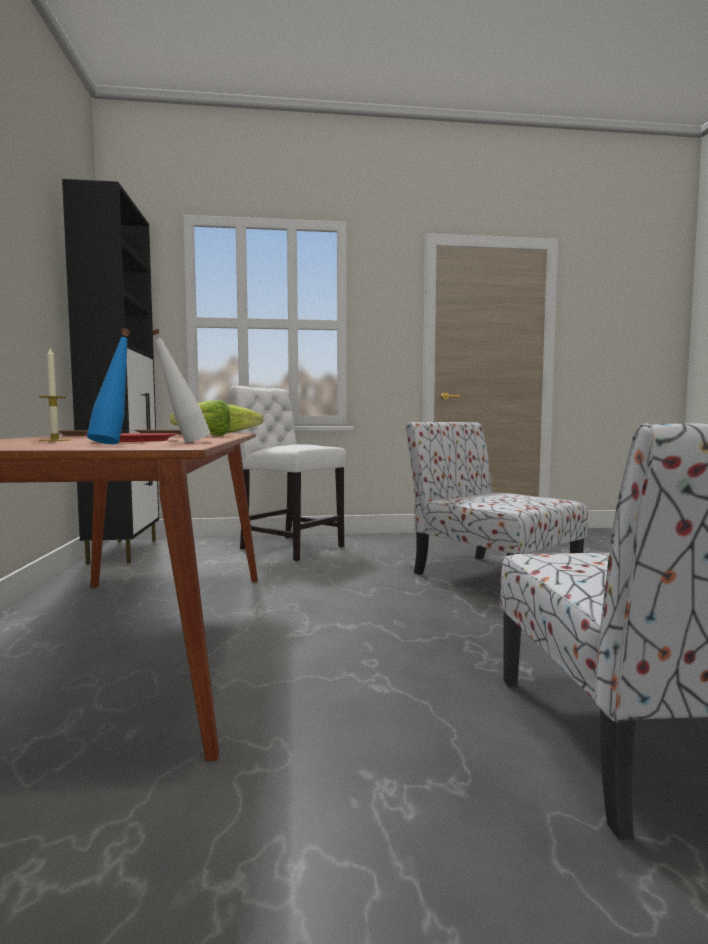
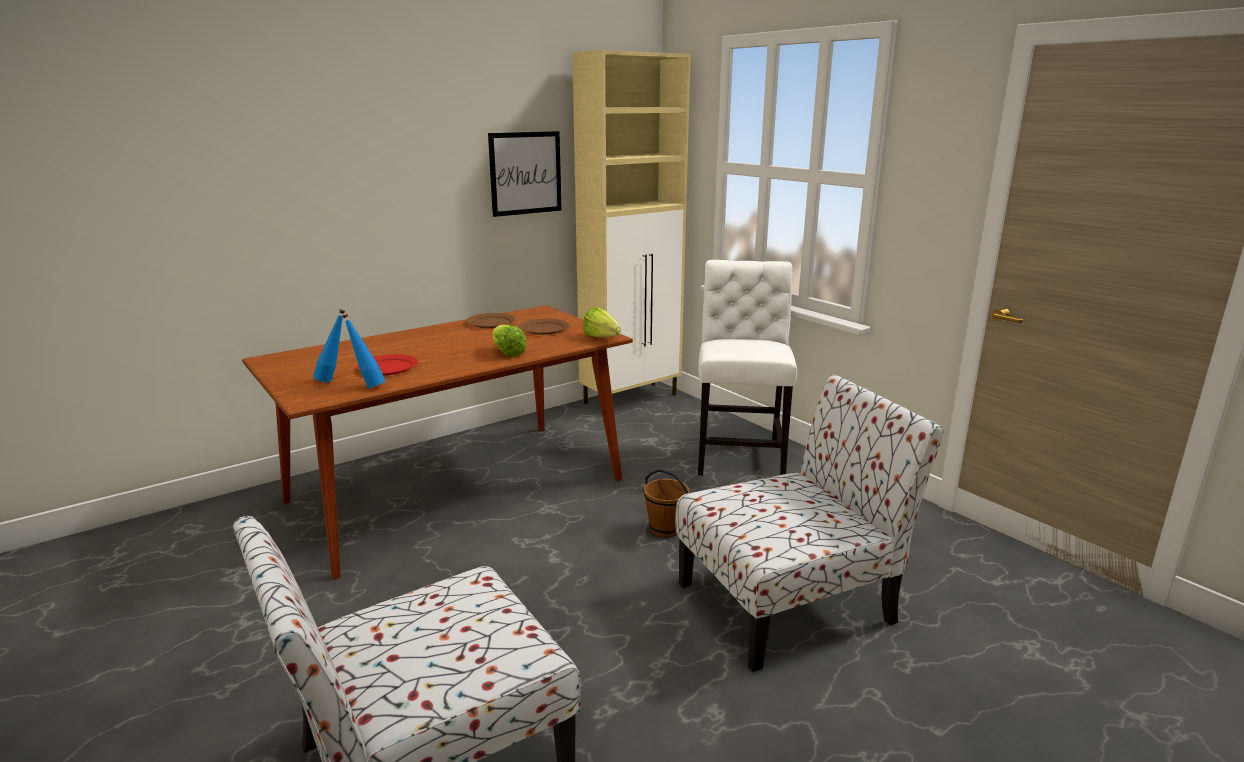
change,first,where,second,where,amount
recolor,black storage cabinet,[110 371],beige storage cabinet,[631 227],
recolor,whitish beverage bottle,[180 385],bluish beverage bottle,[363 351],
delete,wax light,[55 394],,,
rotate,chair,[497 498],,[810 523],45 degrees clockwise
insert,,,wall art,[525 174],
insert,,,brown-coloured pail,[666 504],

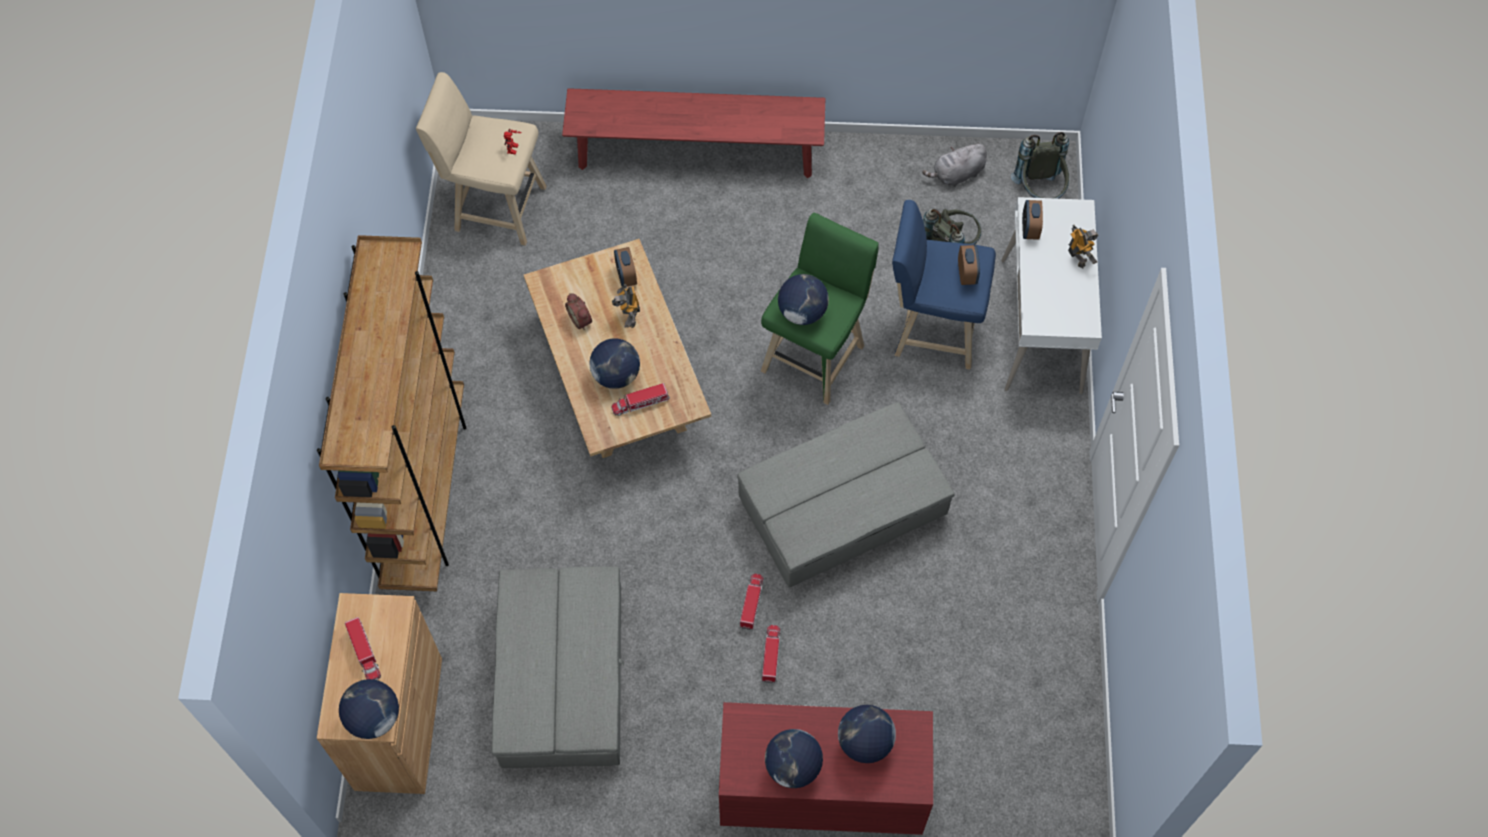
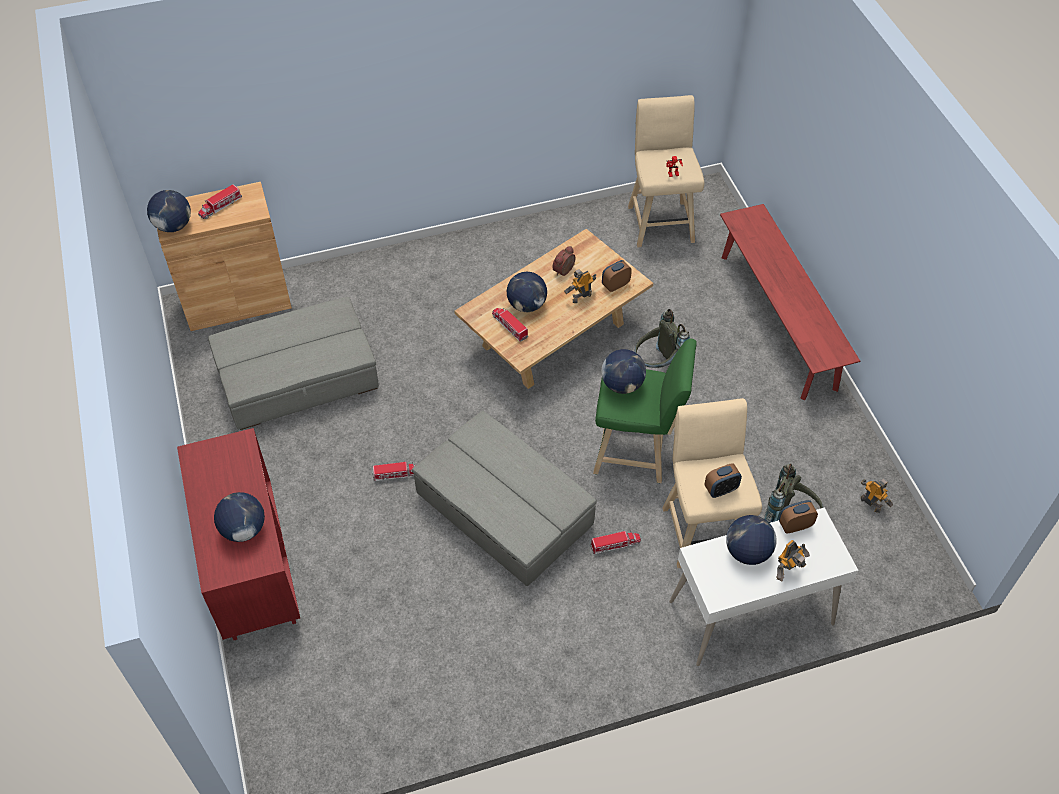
change,first,where,second,where,amount
move,grey backpack,[1040 165],,[662 338],
replace,grey cuddly toy,[954 164],toy robot,[877 496],
recolor,bluish stool,[944 285],beige stool,[712 483],
delete,brown-coloured shelving unit,[391 413],,,
move,toy truck,[771 654],,[615 542],
move,globe,[794 758],,[751 540],

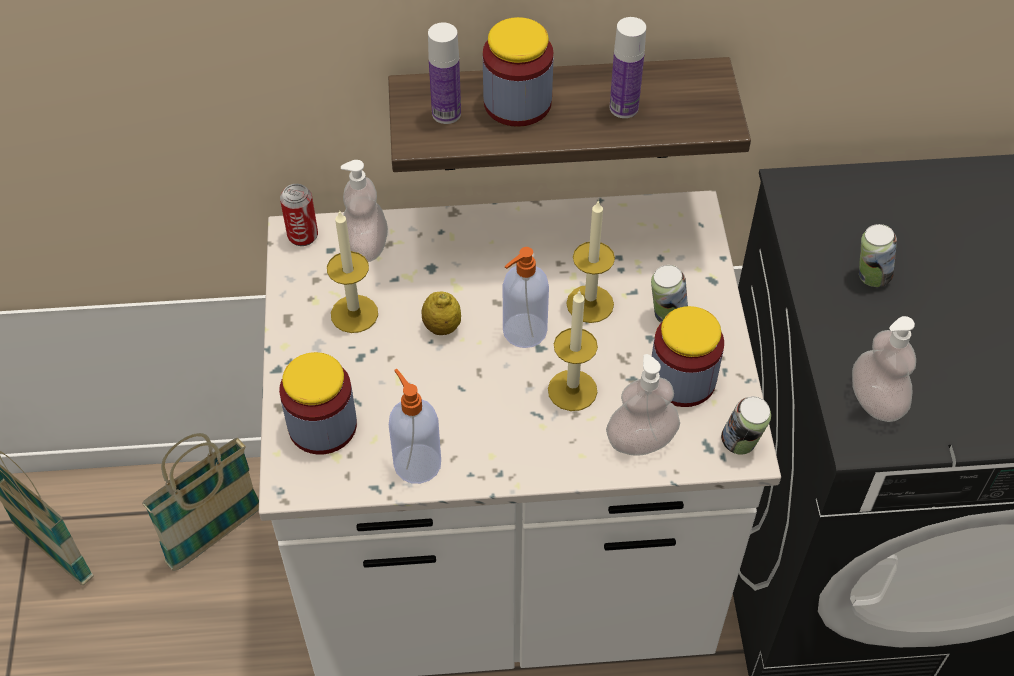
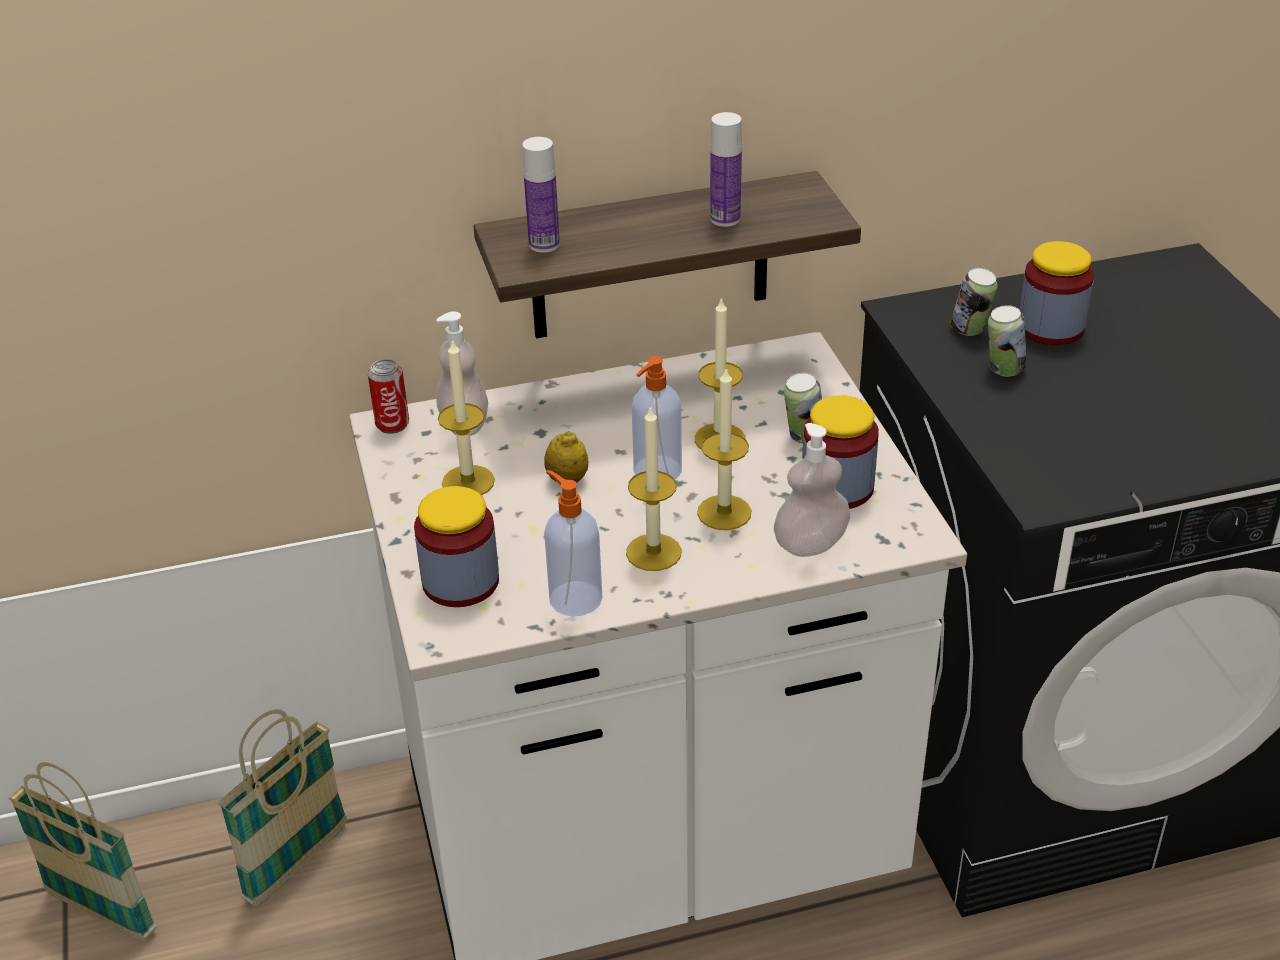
change,first,where,second,where,amount
move,preserve jar,[518 72],,[1056 293],
delete,liquid soap bottle,[884 369],,,
move,sealed can,[746 425],,[974 302],
insert,,,wax light,[654 488],

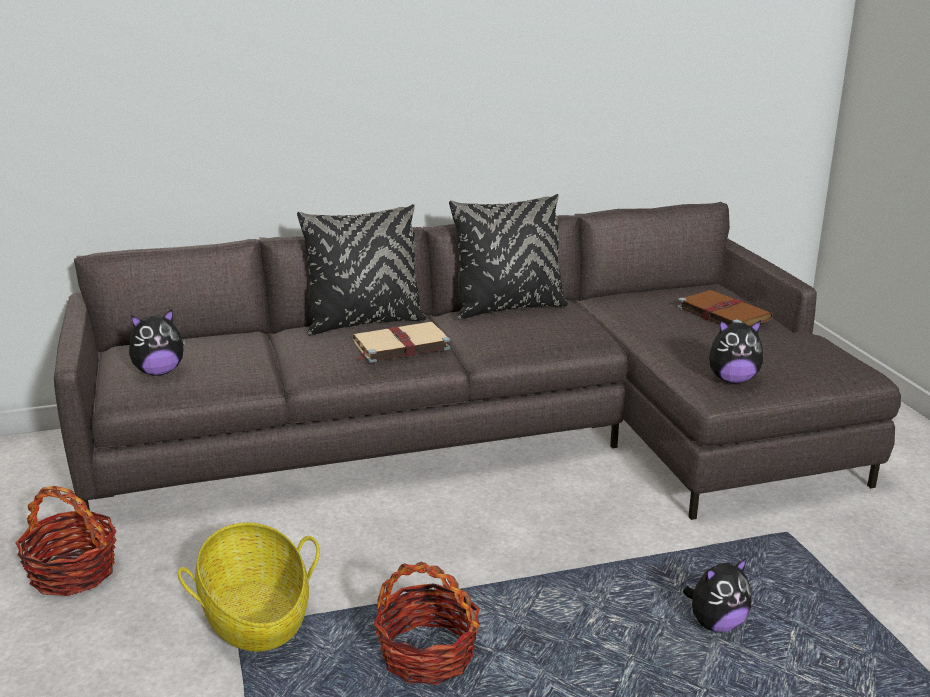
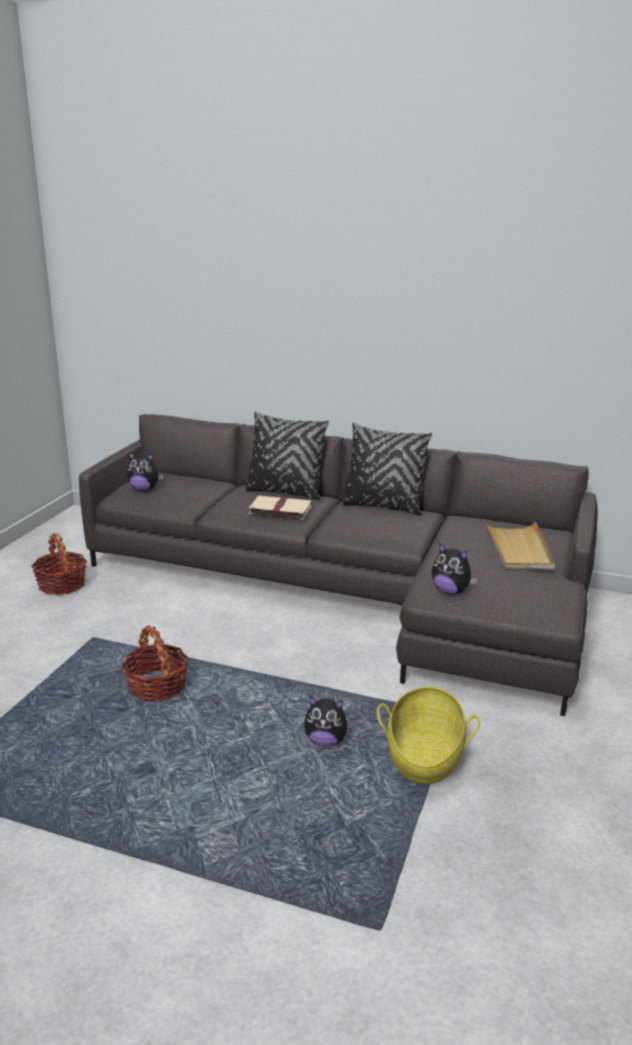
change,first,where,second,where,amount
replace,brown-coloured volume,[725 308],beige carrying tray,[520 545],
move,basket,[249 587],,[428 735],

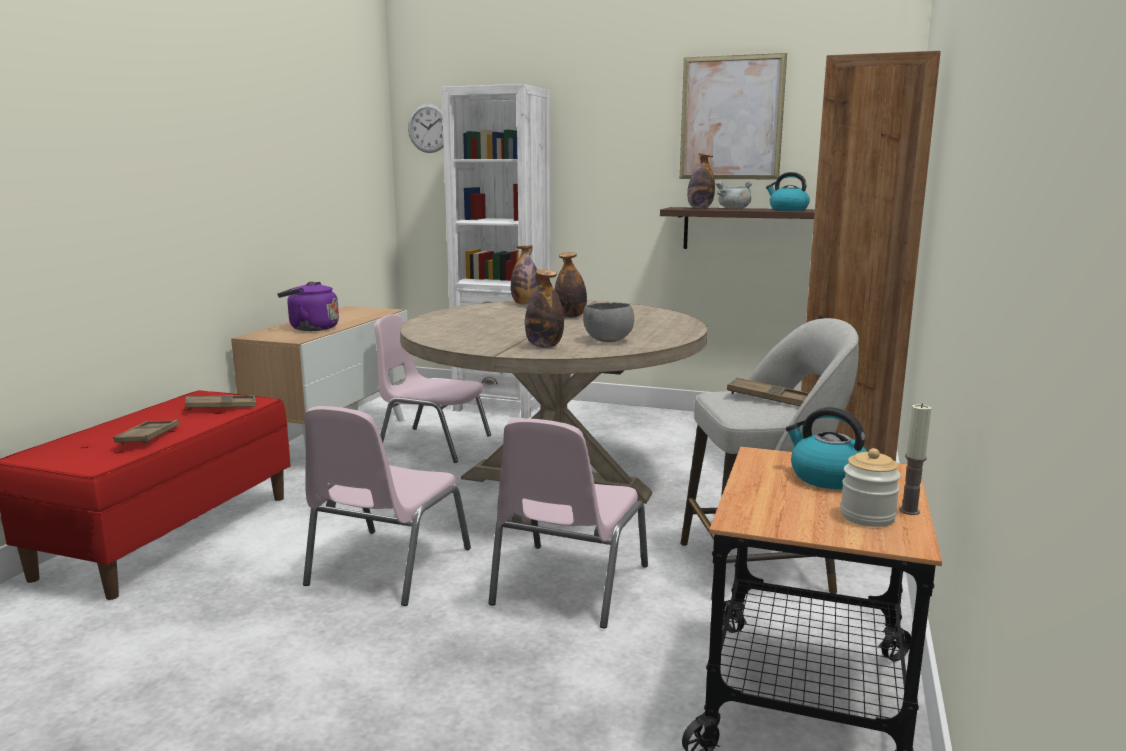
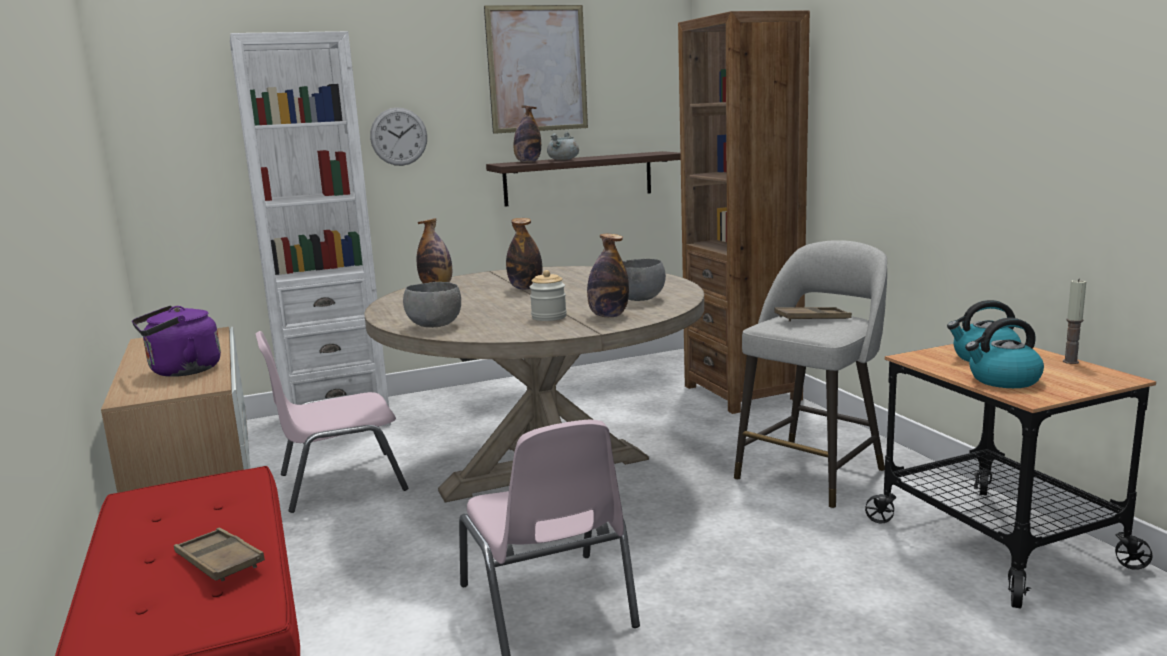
change,first,where,second,where,amount
move,hanging clock,[426 128],,[398 137],
move,tea kettle,[788 191],,[1004 353],
delete,brown-coloured carrying tray,[220 402],,,
delete,pink-coloured chair,[568 523],,,
move,preserve jar,[870 487],,[548 295],
insert,,,grey deep dish,[432 305],

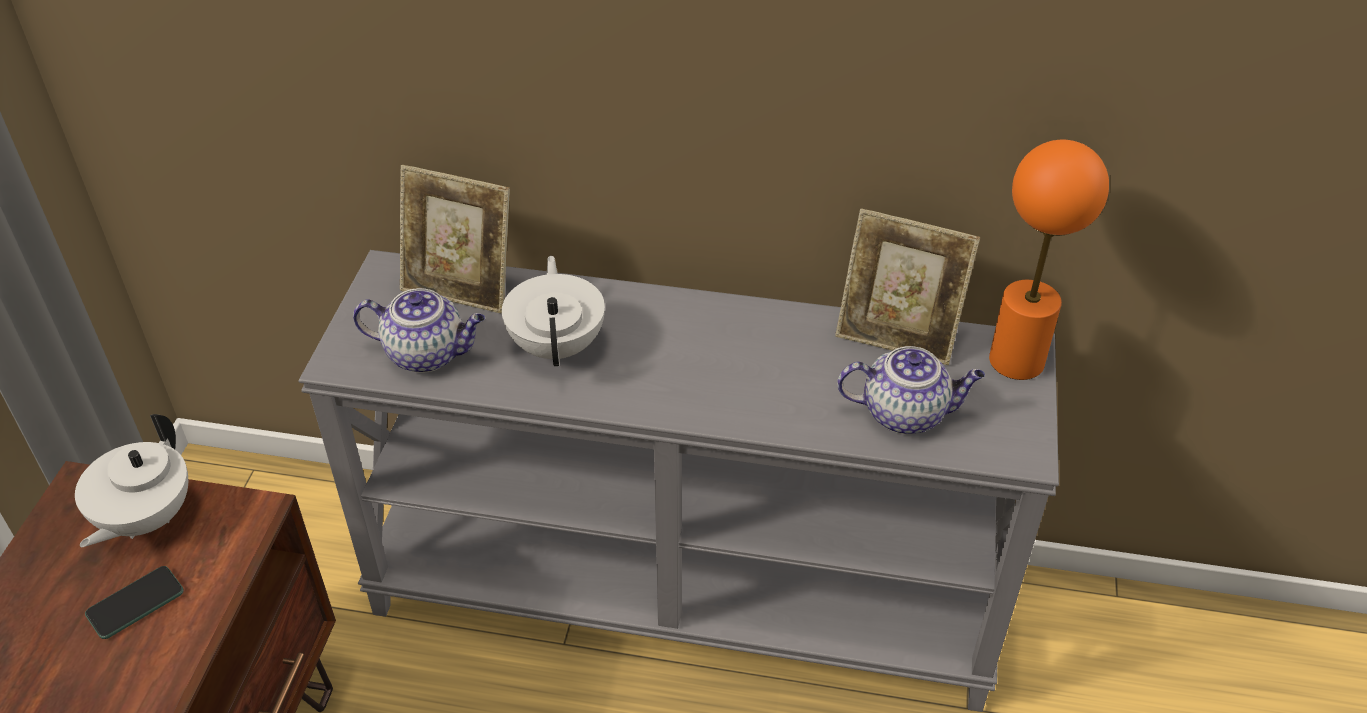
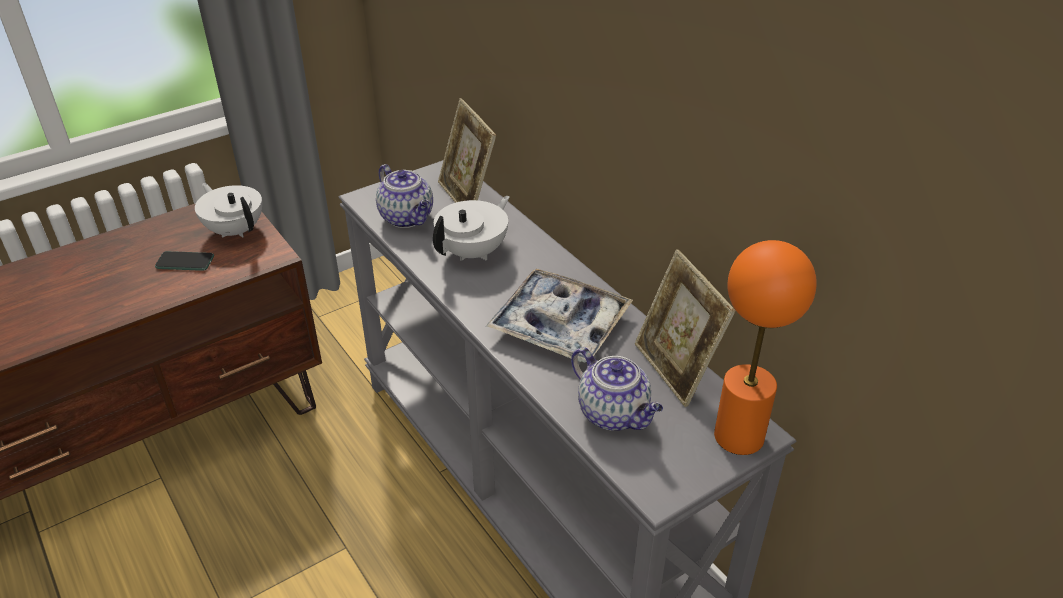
change,first,where,second,where,amount
rotate,whitish tea pot,[131 480],,[228 210],75 degrees clockwise
insert,,,carrying tray,[559 316],

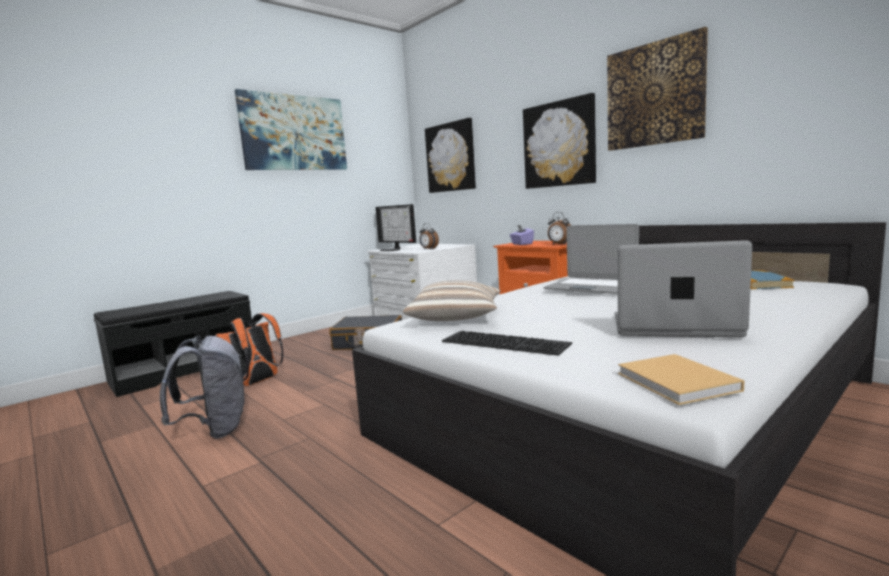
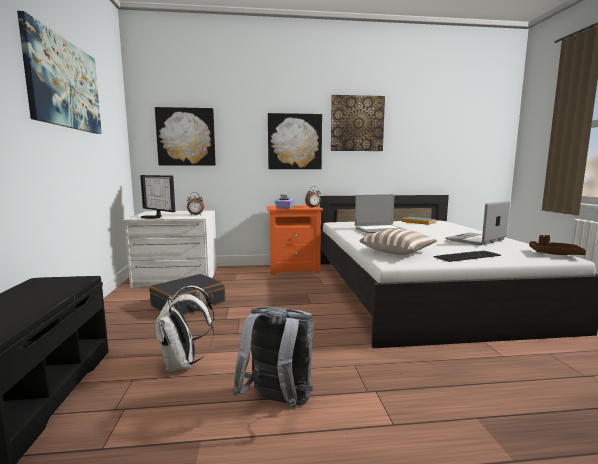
change,first,where,second,where,amount
rotate,monitor,[396 227],,[157 197],45 degrees clockwise
recolor,orange-coloured backpack,[249 349],whitish backpack,[185 329],
replace,beige volume,[681 379],brown-coloured carrying tray,[557 245],

